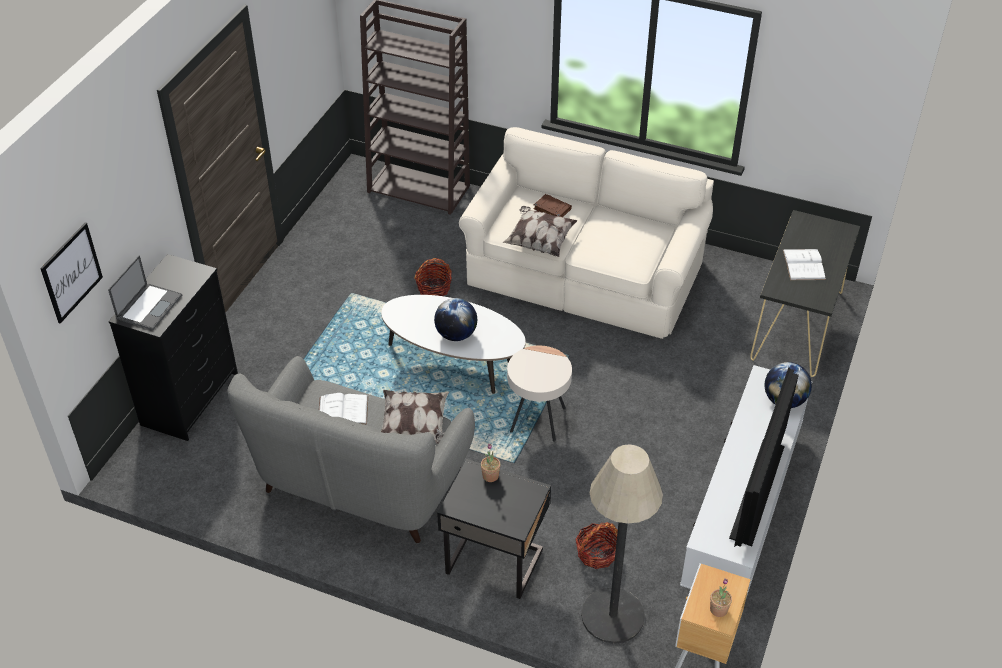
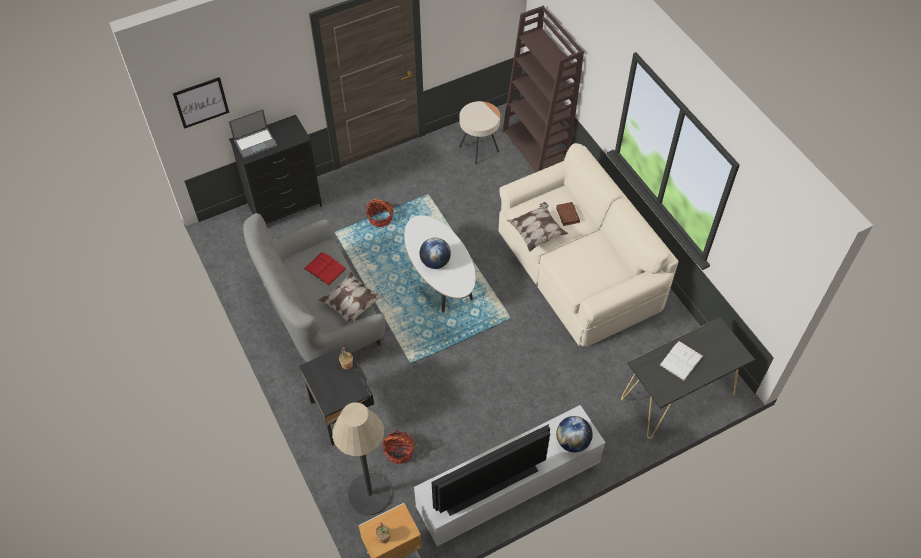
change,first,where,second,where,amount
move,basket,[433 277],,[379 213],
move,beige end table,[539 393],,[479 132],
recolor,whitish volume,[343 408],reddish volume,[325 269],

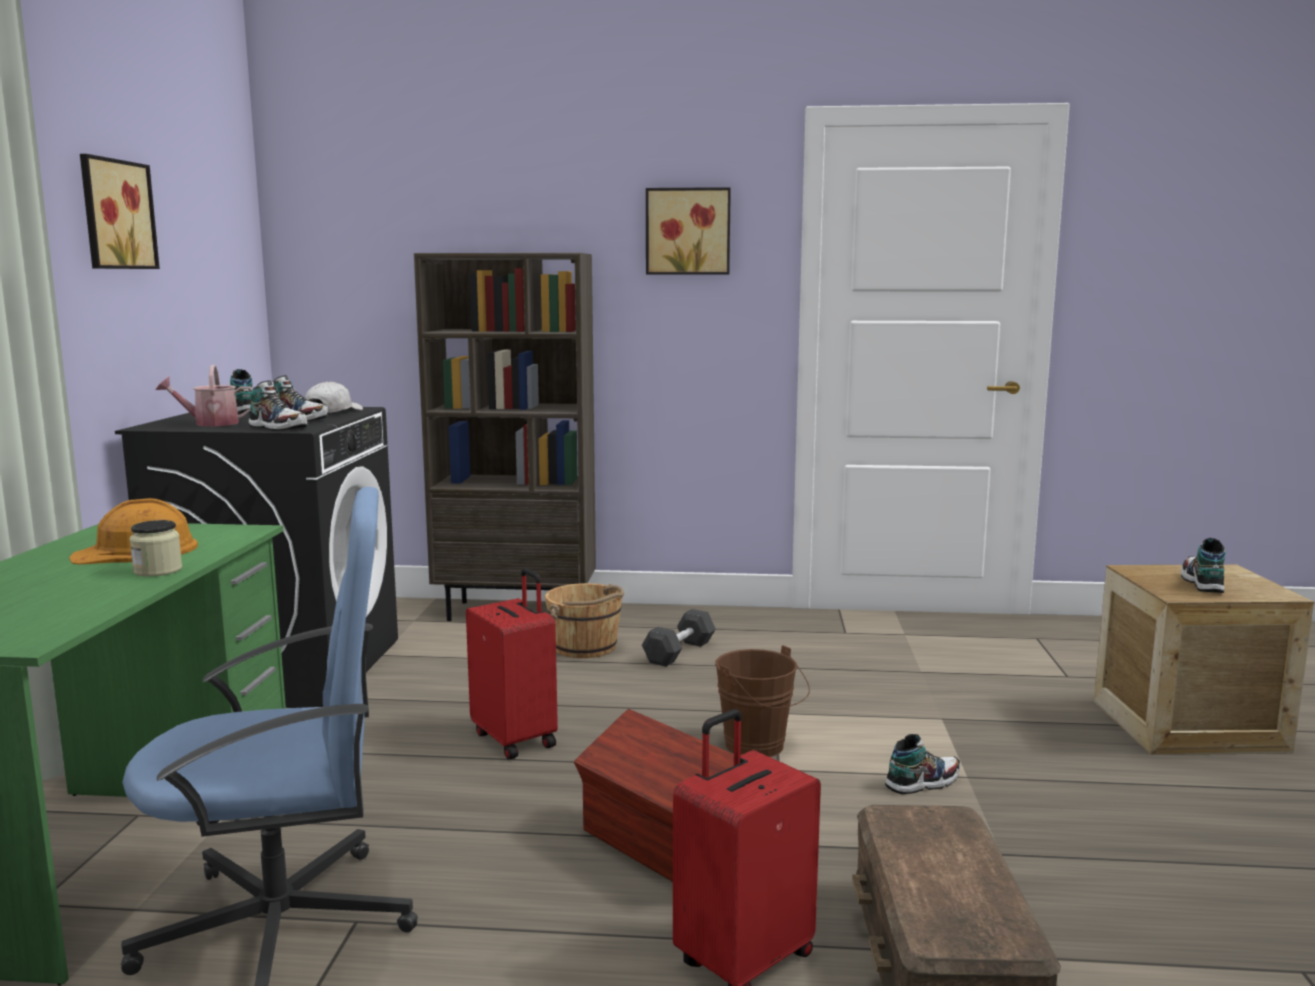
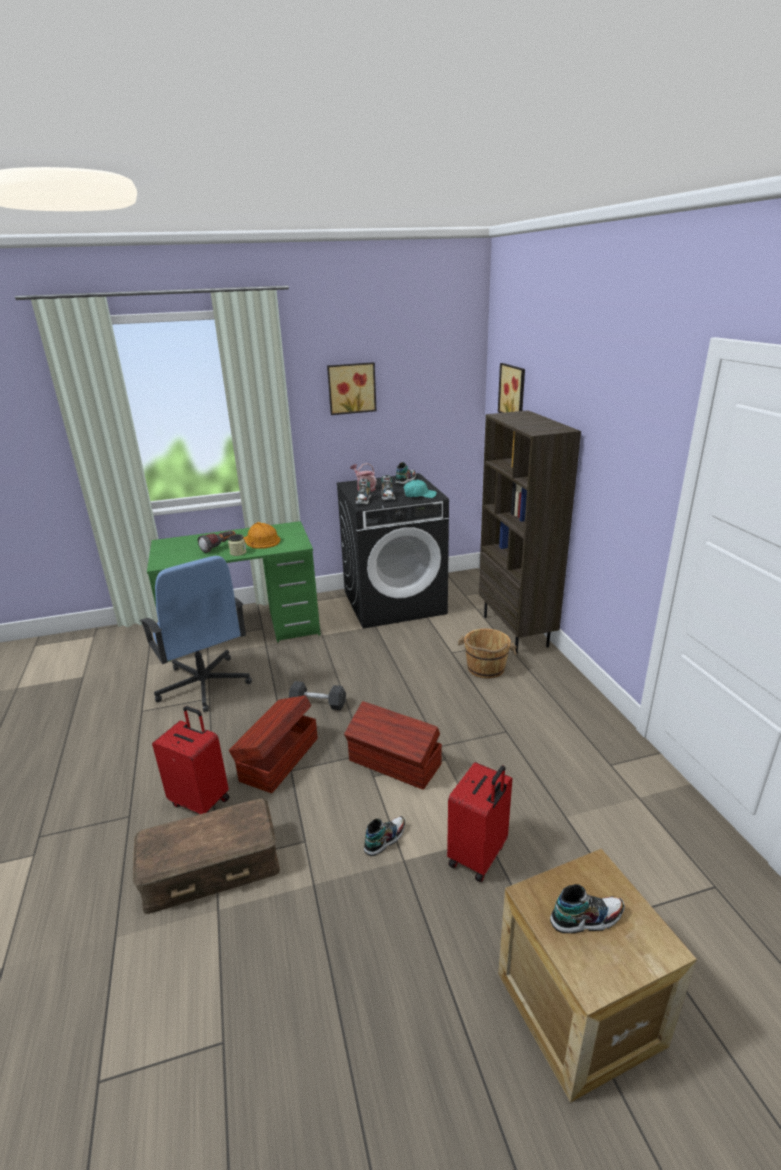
change,first,where,second,where,amount
move,wall art,[688 230],,[511 388],
recolor,whitish cap,[334 397],blue-green cap,[420 489],
move,reddish travel case,[512 663],,[479 822],
move,grey dumbbell,[679 638],,[317 695],
replace,brown-coloured pail,[762 701],brown-coloured storage bin,[393 745],
rotate,low shoe,[923 764],,[384 836],90 degrees counterclockwise
insert,,,hand torch,[217 542],

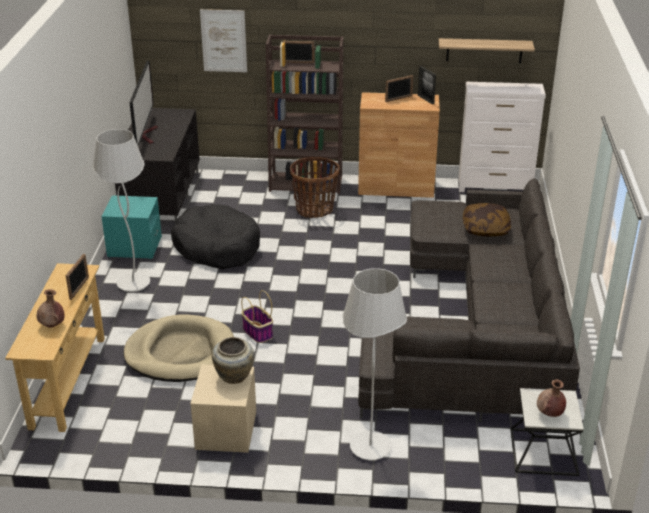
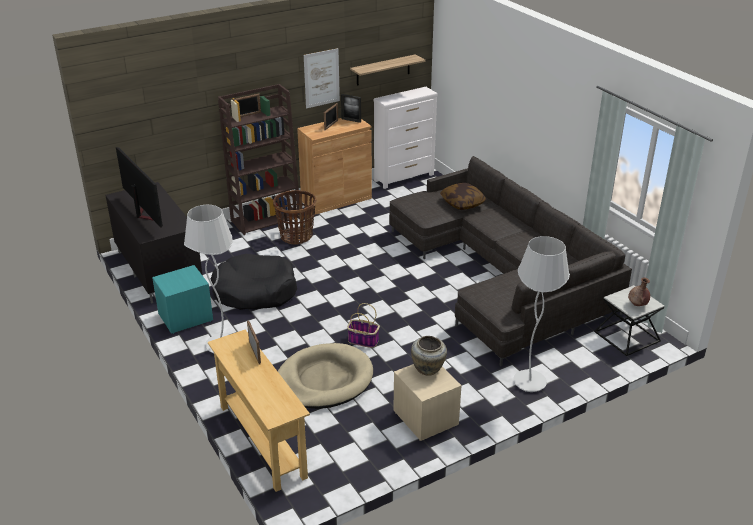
change,first,where,second,where,amount
move,wall art,[223 40],,[322 78],
delete,brown-coloured vase,[50 308],,,

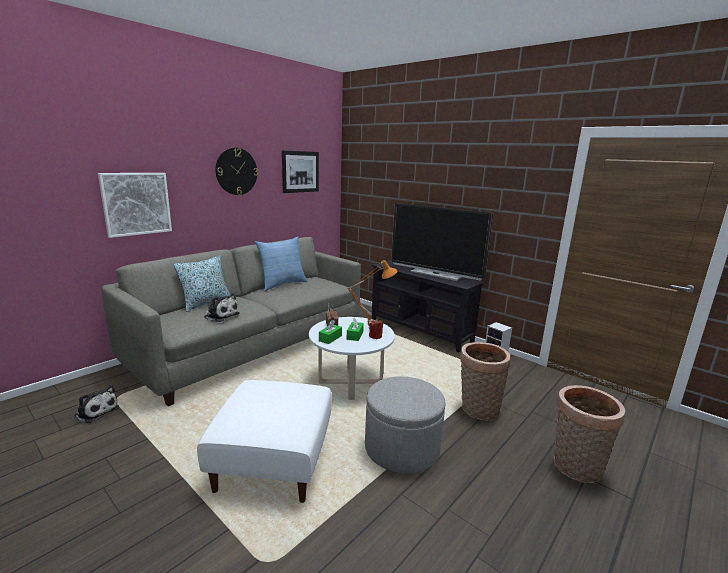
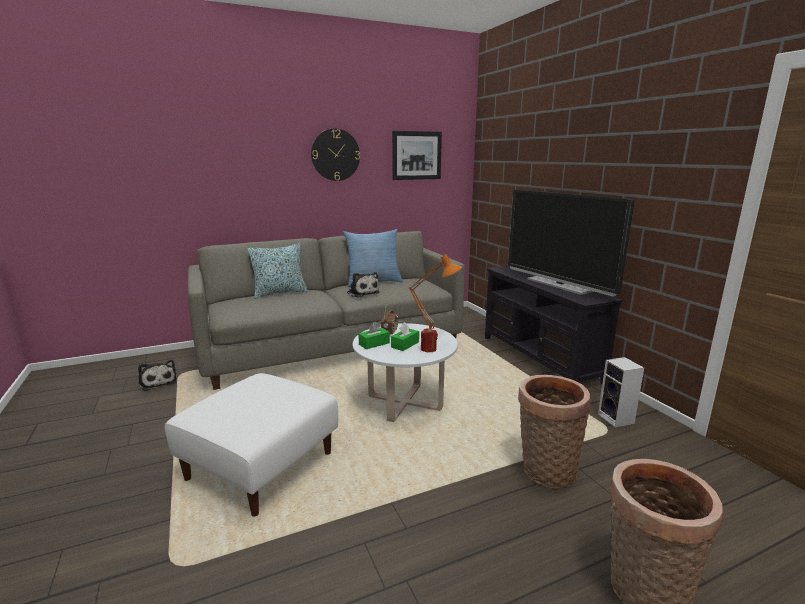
change,first,where,second,where,amount
delete,wall art,[135 205],,,
move,cuddly toy,[221 307],,[363 285],
delete,grey pouffe,[405 425],,,

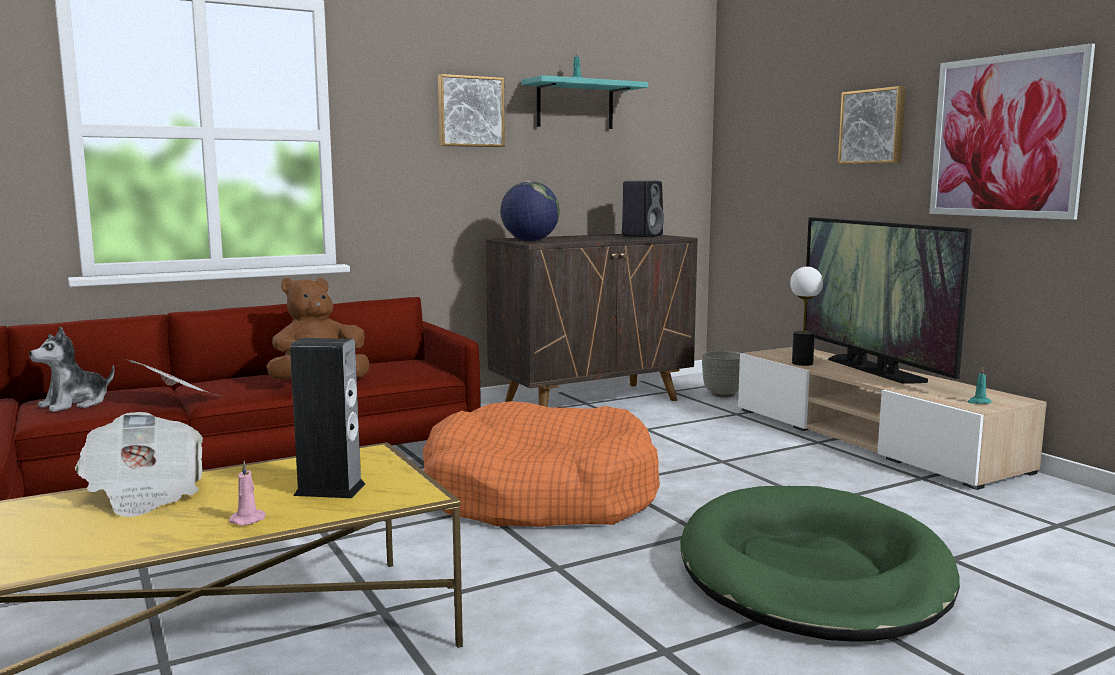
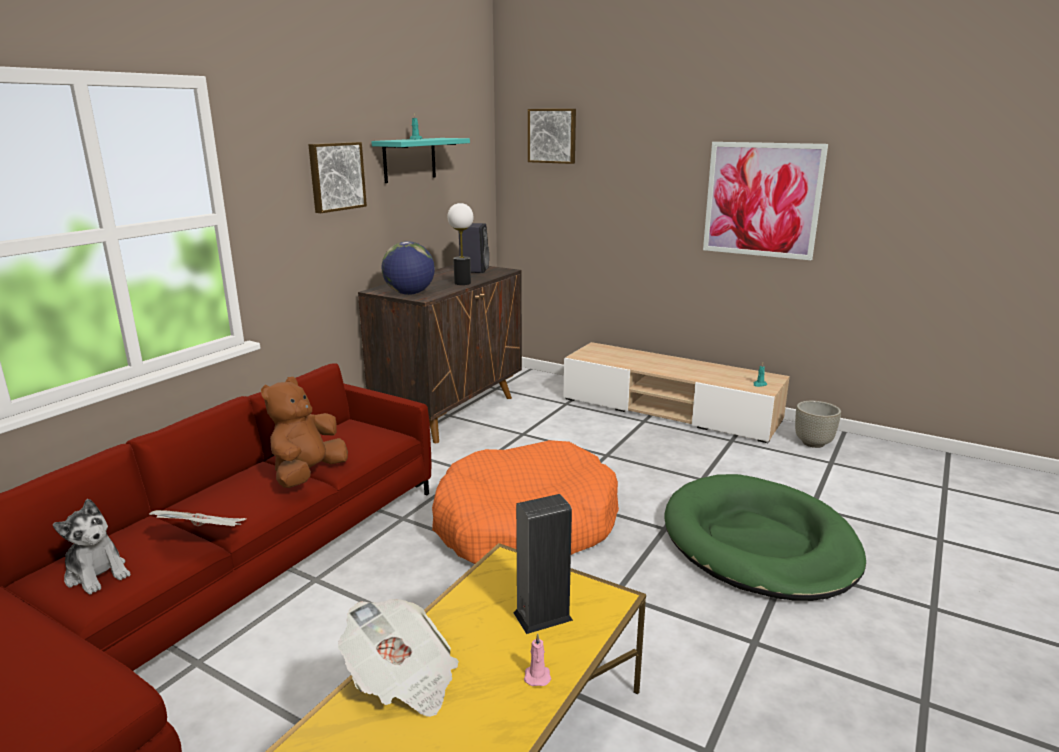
change,first,where,second,where,amount
move,wall art,[872 125],,[552 136],
delete,TV,[888 300],,,
move,lamp for a table,[806 316],,[461 244],
rotate,cuddly toy,[72 369],,[92 546],60 degrees counterclockwise
move,grey flower pot,[722 374],,[818 424],

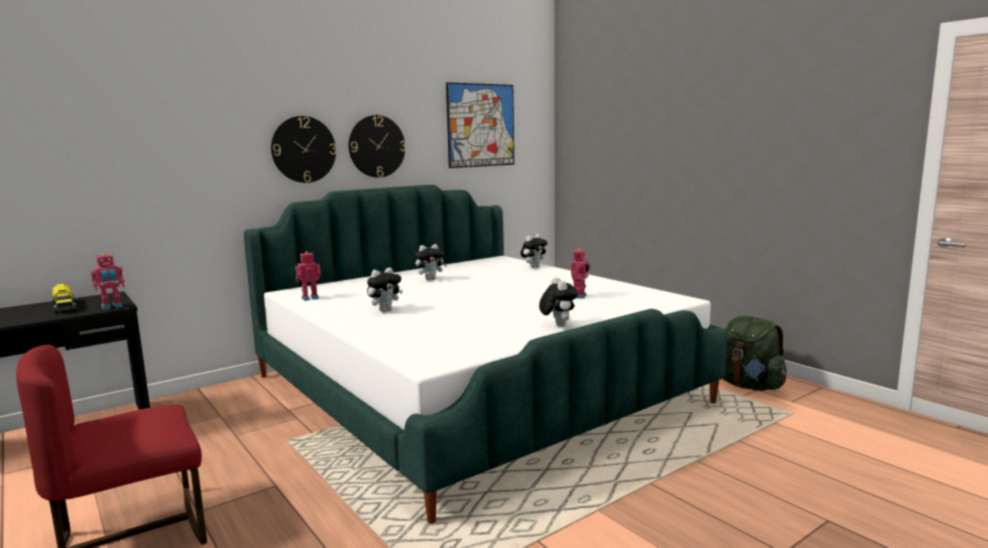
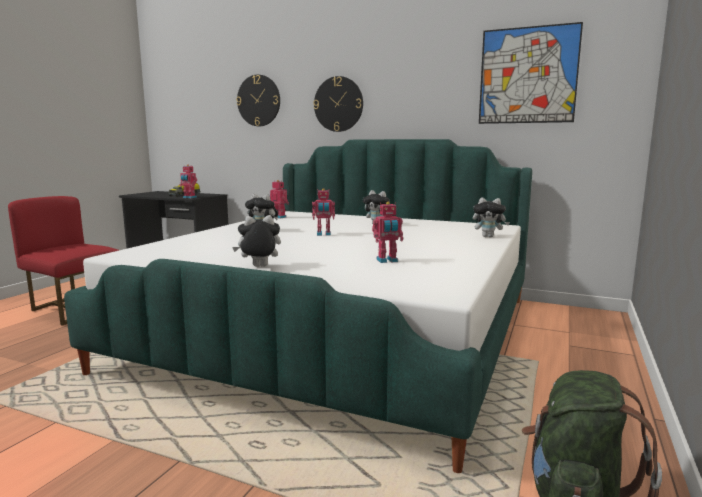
change,first,where,second,where,amount
move,hanging clock,[377 146],,[258 100],
rotate,cuddly toy,[558 302],,[256 241],150 degrees counterclockwise
insert,,,toy robot,[323 212],

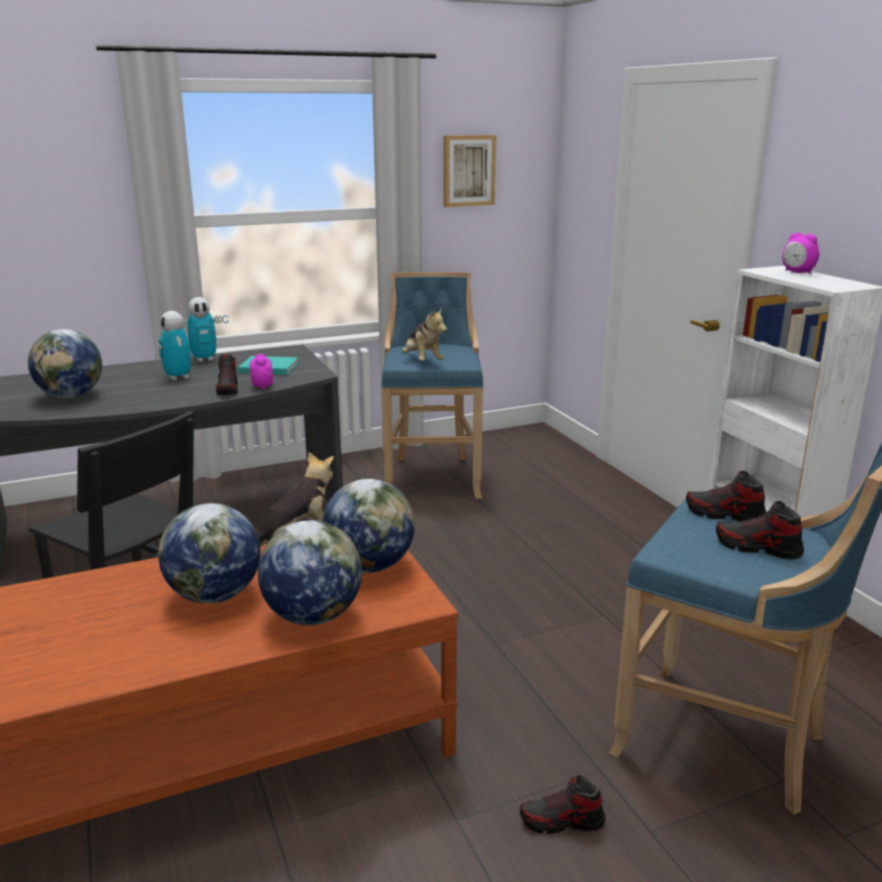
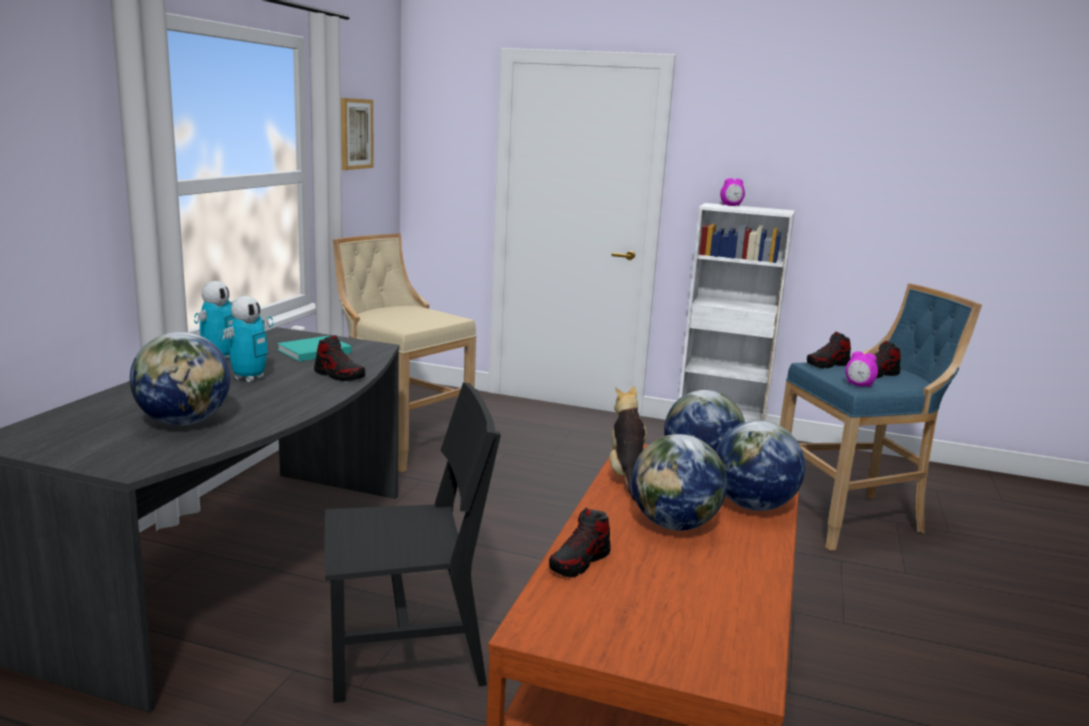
change,first,where,second,where,amount
recolor,bluish stool,[432 385],beige stool,[405 353],
delete,cuddly toy,[424 334],,,
rotate,toy robot,[175 345],,[246 339],75 degrees counterclockwise
move,bedside clock,[261 372],,[861 369],
move,low shoe,[562 804],,[580 542],

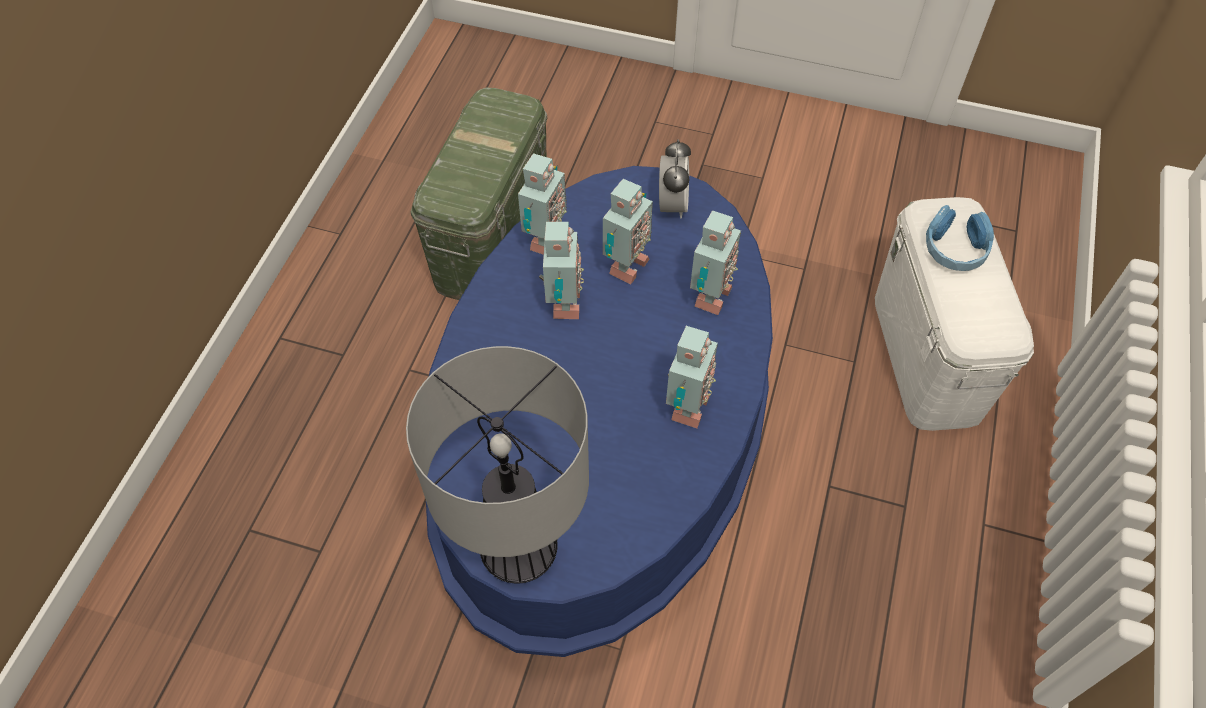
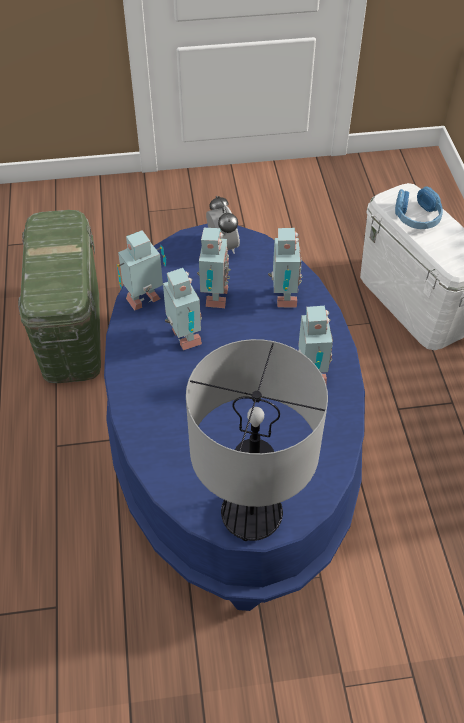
change,first,where,second,where,amount
rotate,toy robot,[542 204],,[141 270],120 degrees counterclockwise

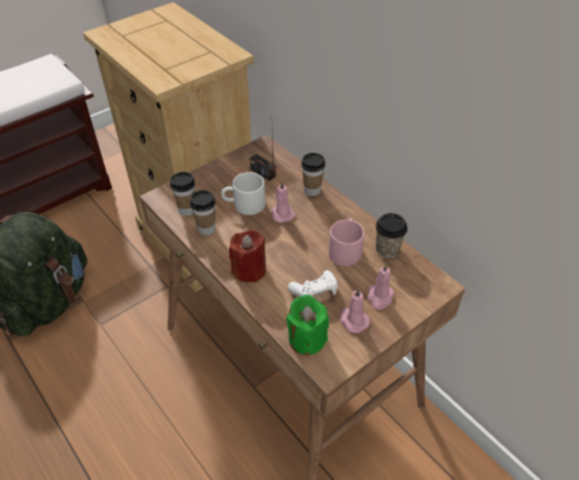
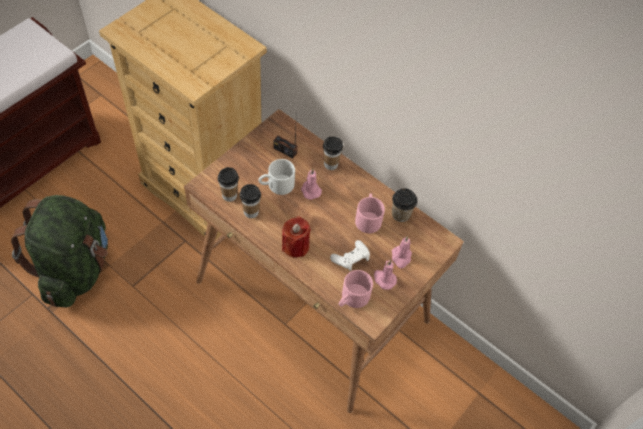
change,first,where,second,where,amount
replace,green wax light,[307 325],pink-coloured coffee mug,[355 289],

